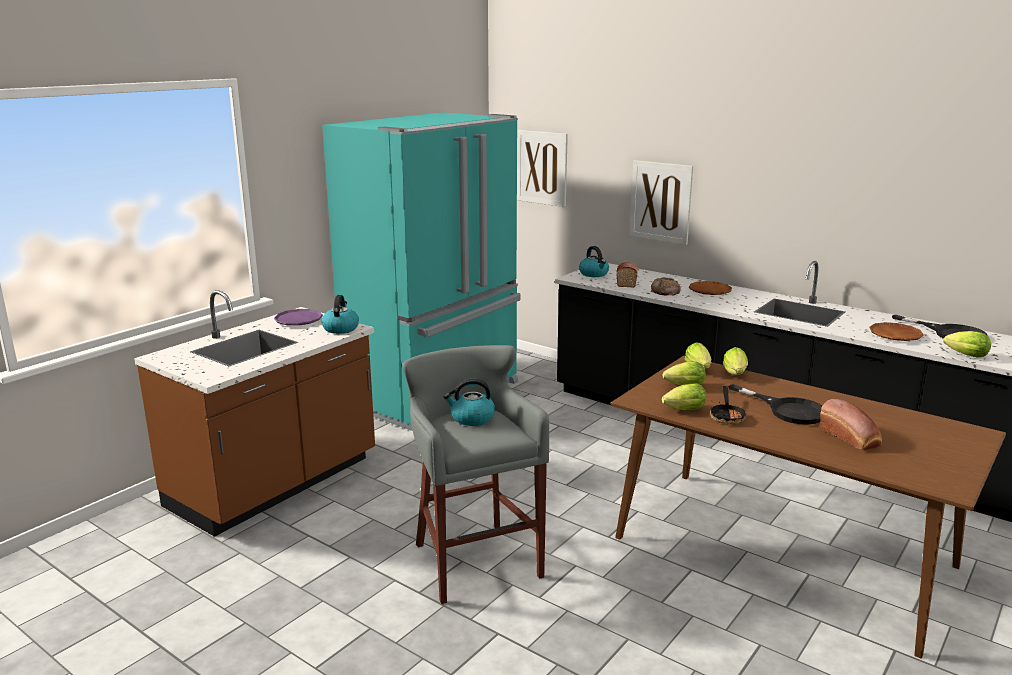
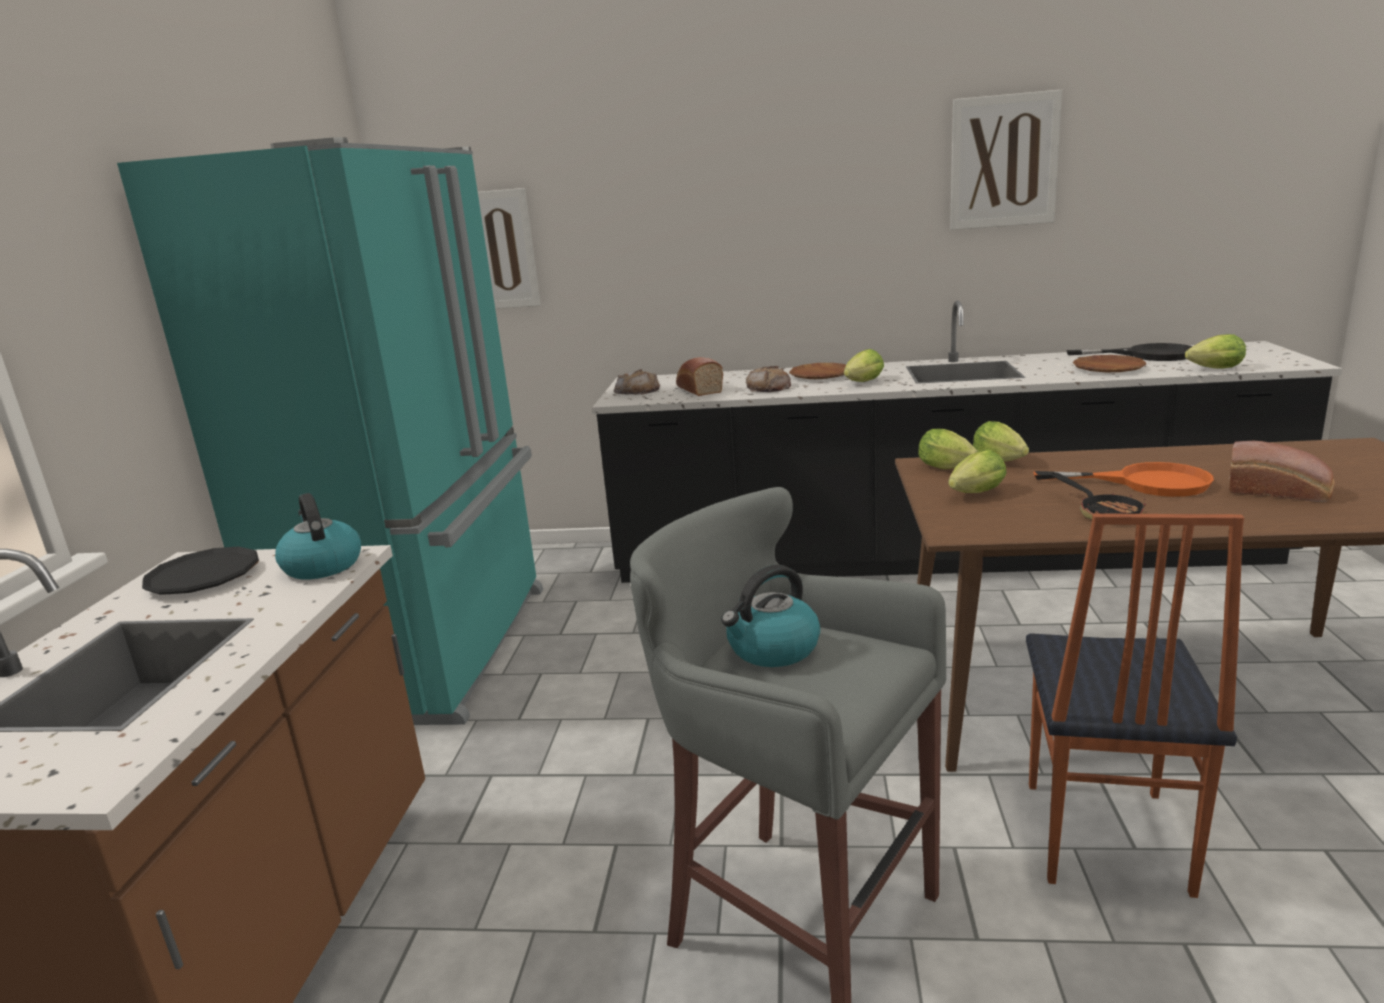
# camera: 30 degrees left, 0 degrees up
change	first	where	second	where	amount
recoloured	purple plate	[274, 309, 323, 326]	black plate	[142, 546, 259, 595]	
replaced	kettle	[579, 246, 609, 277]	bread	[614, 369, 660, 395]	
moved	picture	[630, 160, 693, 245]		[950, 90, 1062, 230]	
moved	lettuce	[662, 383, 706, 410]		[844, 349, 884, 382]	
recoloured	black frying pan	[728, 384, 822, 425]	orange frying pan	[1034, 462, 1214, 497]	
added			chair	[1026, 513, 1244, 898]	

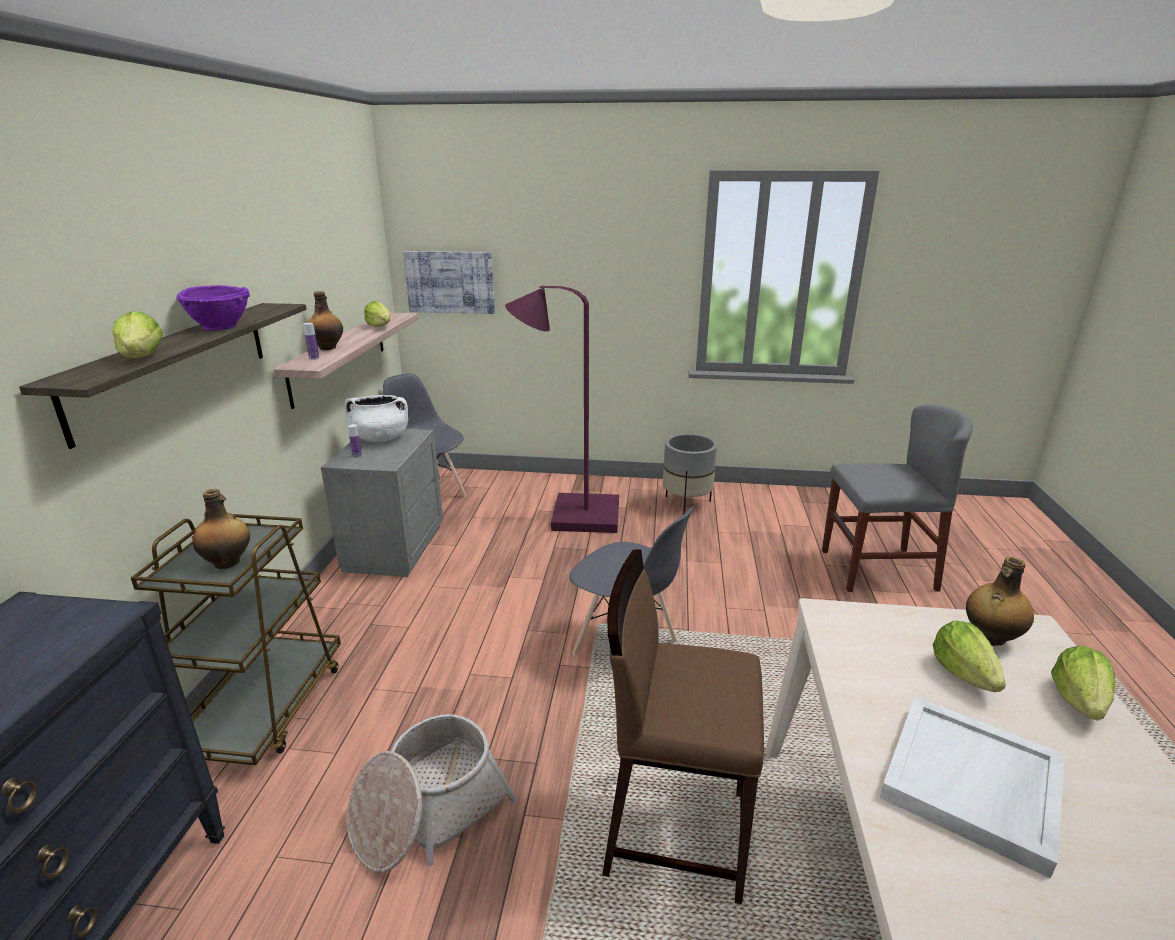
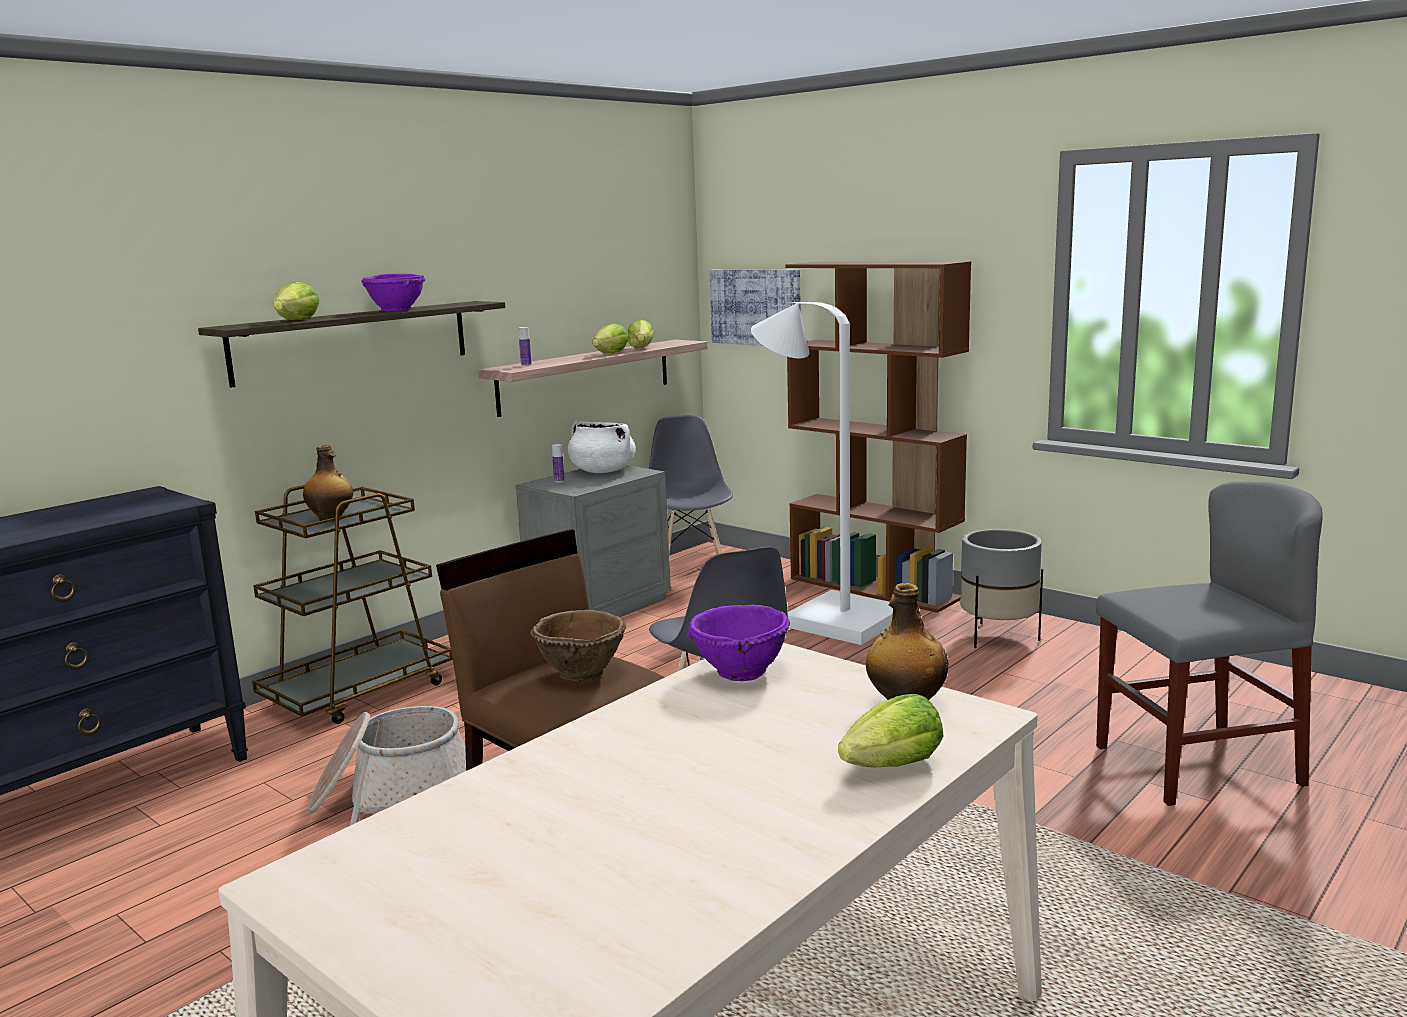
# camera: 35 degrees right, 10 degrees down
change	first	where	second	where	amount
removed	bottle	[307, 291, 343, 350]			
recoloured	purple floor lamp	[505, 286, 619, 533]	white floor lamp	[751, 302, 893, 645]	
turned	grey chair	[822, 404, 973, 592]		[1096, 481, 1323, 806]	45 degrees counterclockwise
removed	white tray	[880, 696, 1065, 879]			
moved	lettuce	[933, 620, 1006, 692]		[593, 323, 628, 353]	
added			brown bowl	[530, 610, 626, 681]	
added			purple bowl	[687, 605, 790, 681]	
added			brown bookcase	[785, 261, 971, 613]	

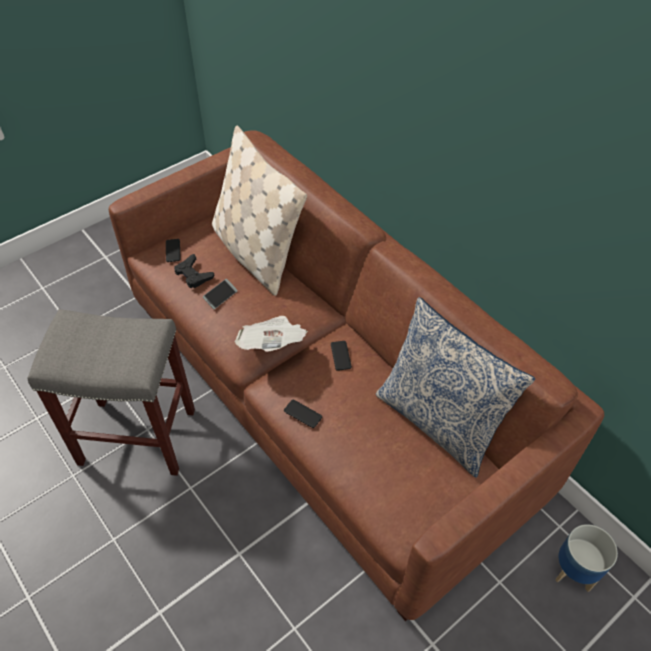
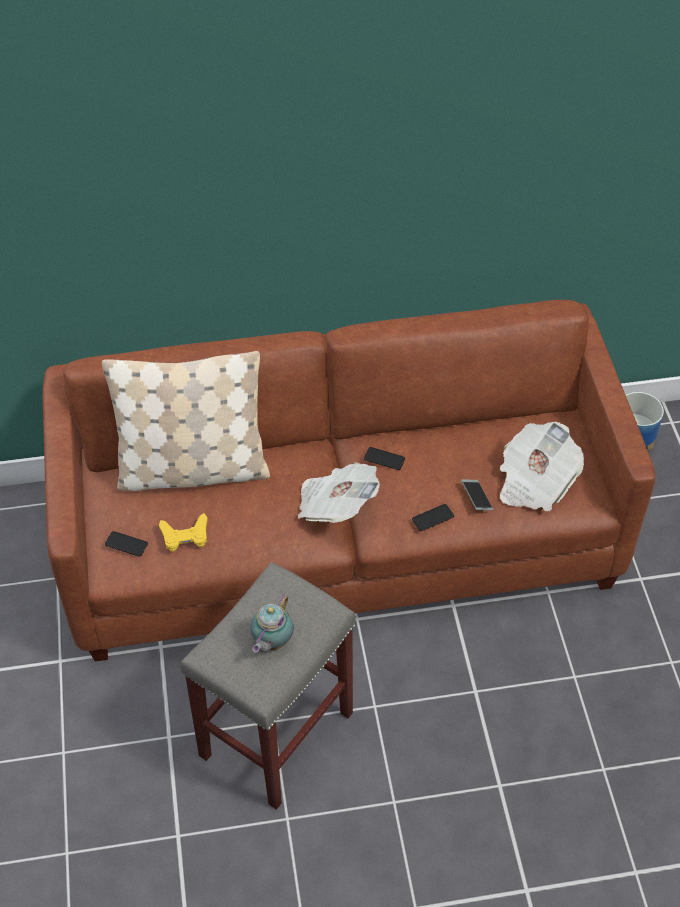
# camera: 60 degrees left, 0 degrees up
change	first	where	second	where	amount
recoloured	black game controller	[174, 254, 215, 288]	yellow game controller	[159, 513, 208, 552]	
moved	phone	[203, 279, 238, 309]		[461, 479, 493, 511]	
removed	pillow	[376, 297, 535, 478]			
added			teapot	[251, 594, 294, 653]	
added			newspaper	[500, 422, 584, 511]	

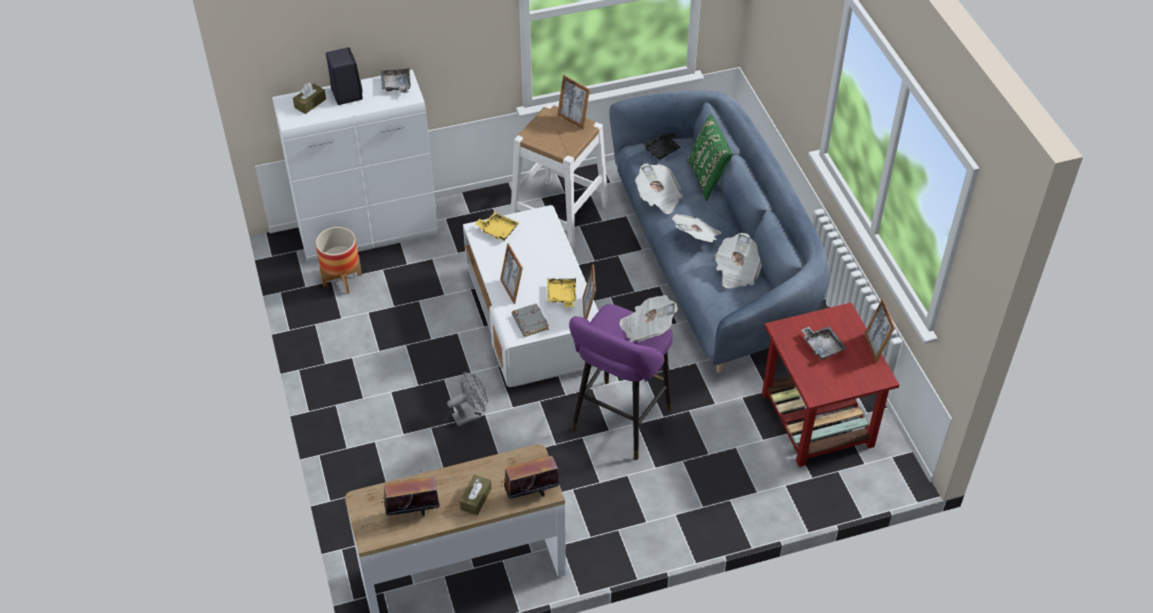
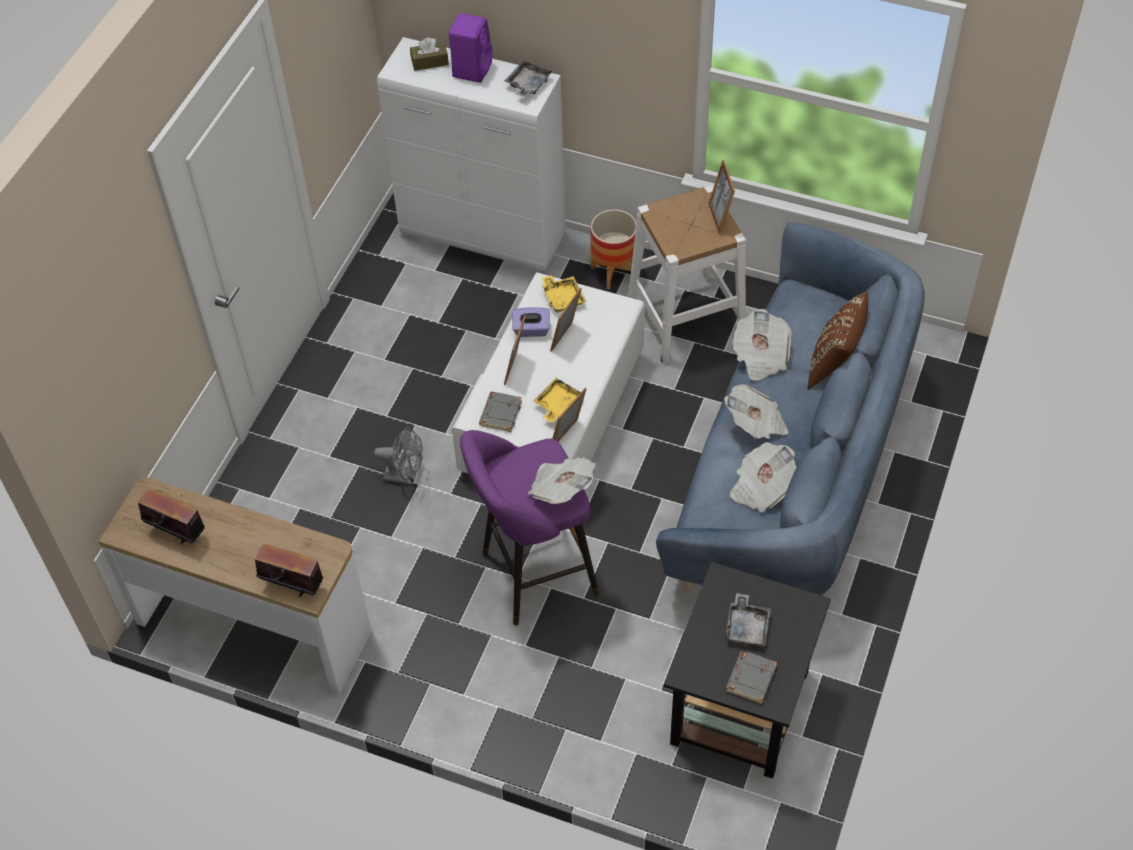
# camera: 40 degrees right, 5 degrees up
change	first	where	second	where	amount
moved	planter	[316, 227, 362, 294]		[590, 209, 636, 289]	
recoloured	black speaker	[326, 47, 363, 105]	purple speaker	[449, 13, 492, 83]	
removed	brown tissue box	[460, 475, 492, 515]			
removed	black tray	[643, 132, 681, 160]			
recoloured	green pillow	[687, 115, 732, 201]	brown pillow	[807, 291, 868, 390]	
recoloured	red side table	[762, 303, 899, 467]	black side table	[664, 562, 831, 778]	
moved	picture frame	[864, 298, 895, 362]		[550, 288, 582, 352]	
added			purple tissue box	[512, 307, 549, 337]	
added			grey book	[726, 650, 777, 704]	

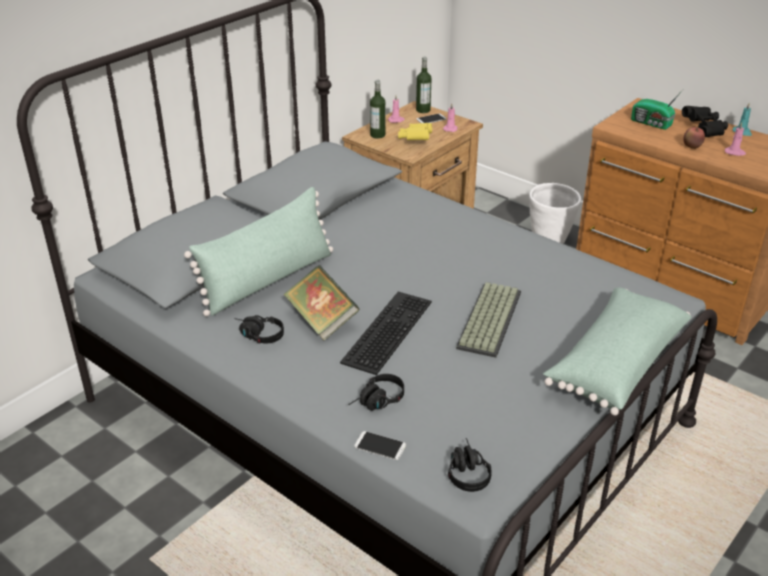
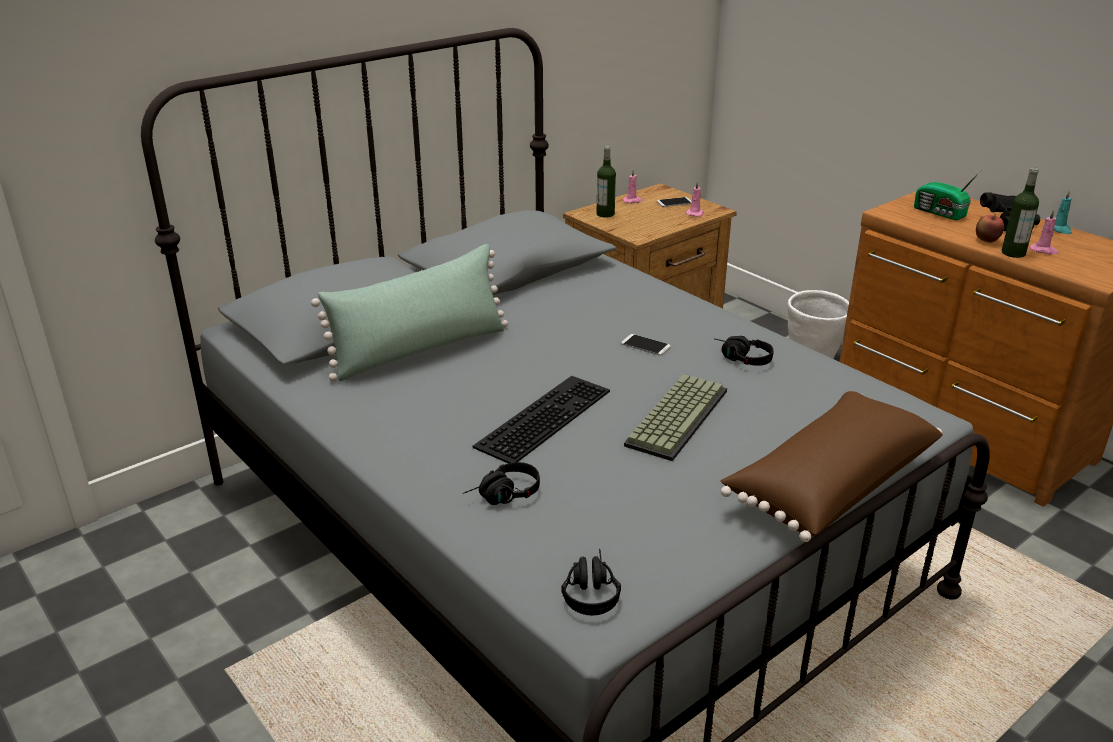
# camera: 10 degrees right, 5 degrees down
change	first	where	second	where	amount
moved	black headphones	[234, 315, 284, 344]		[714, 336, 773, 366]	
removed	book	[284, 265, 360, 341]			
moved	phone	[354, 431, 406, 460]		[621, 334, 671, 356]	
removed	yellow binoculars	[398, 123, 432, 140]			
moved	bottle	[416, 57, 431, 113]		[1001, 167, 1039, 258]	
recoloured	green pillow	[543, 287, 692, 415]	brown pillow	[720, 391, 943, 542]	

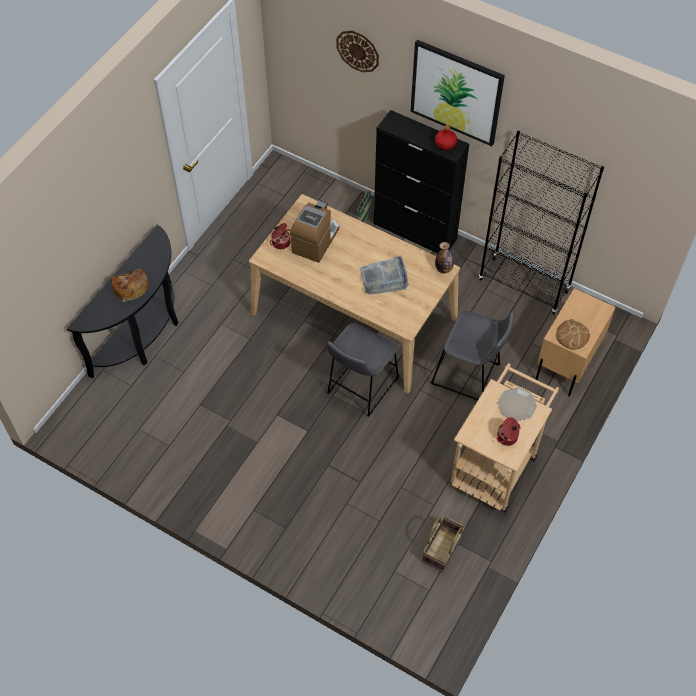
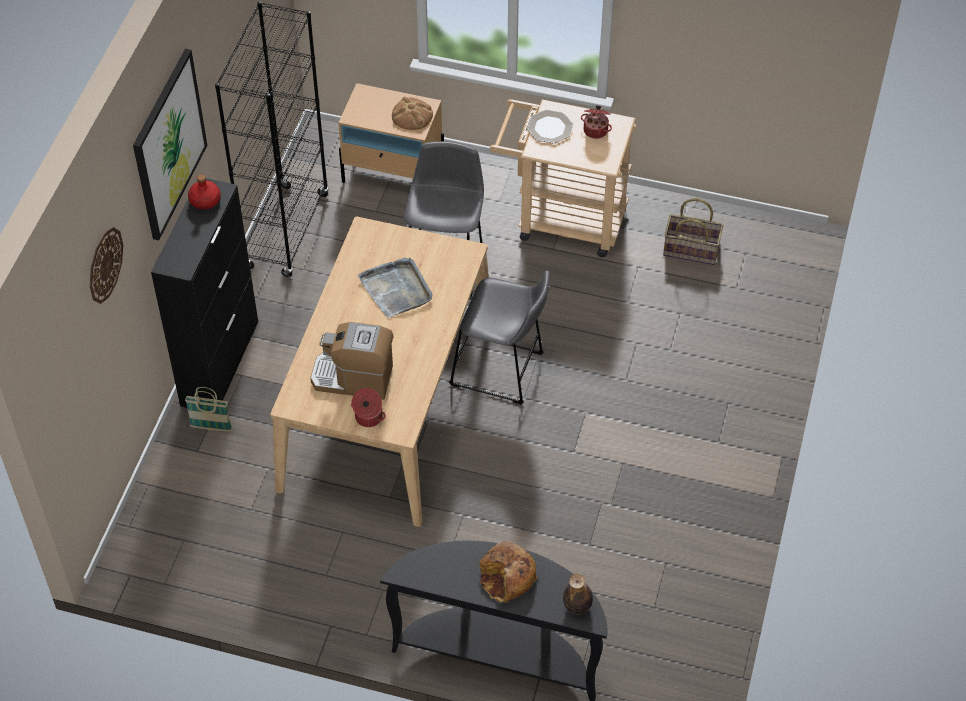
# camera: 105 degrees left, 5 degrees down
change	first	where	second	where	amount
moved	bottle	[435, 242, 454, 274]		[563, 574, 593, 615]	

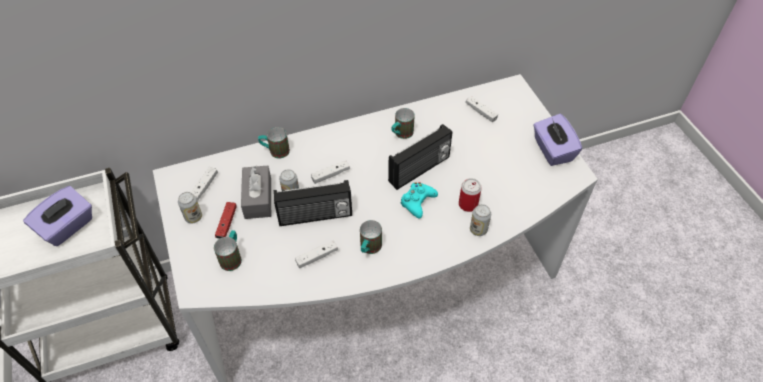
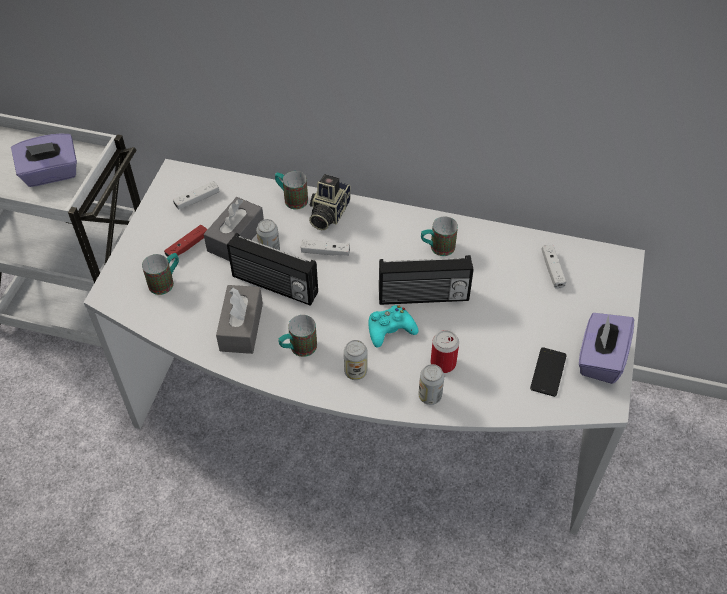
# camera: 35 degrees right, 0 degrees up
change	first	where	second	where	amount
moved	can	[178, 192, 202, 223]		[344, 340, 368, 380]	
replaced	white game controller	[295, 240, 338, 268]	grey tissue box	[216, 285, 263, 354]	
added			photo camera	[309, 174, 351, 230]	
added			phone	[530, 347, 567, 397]	

